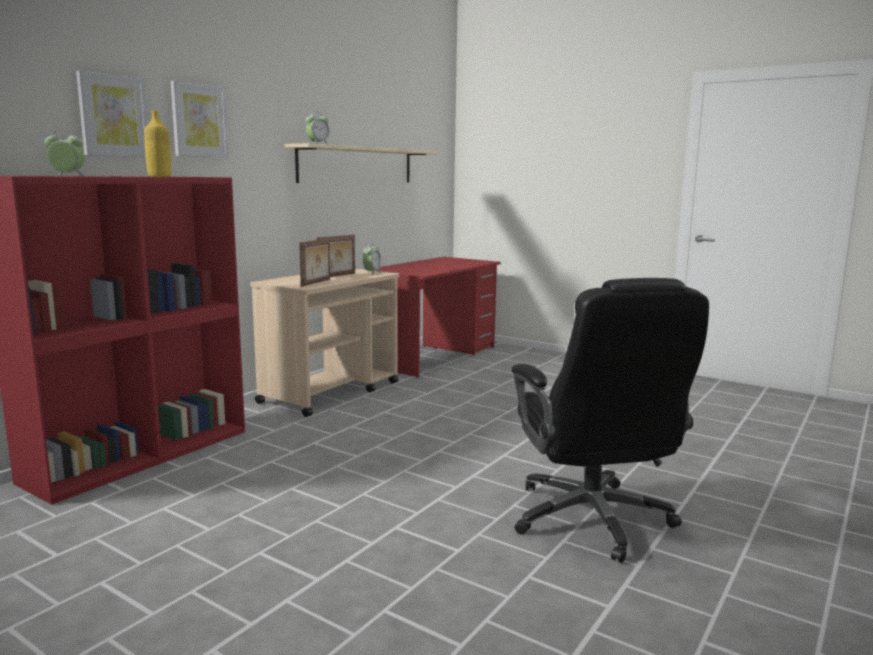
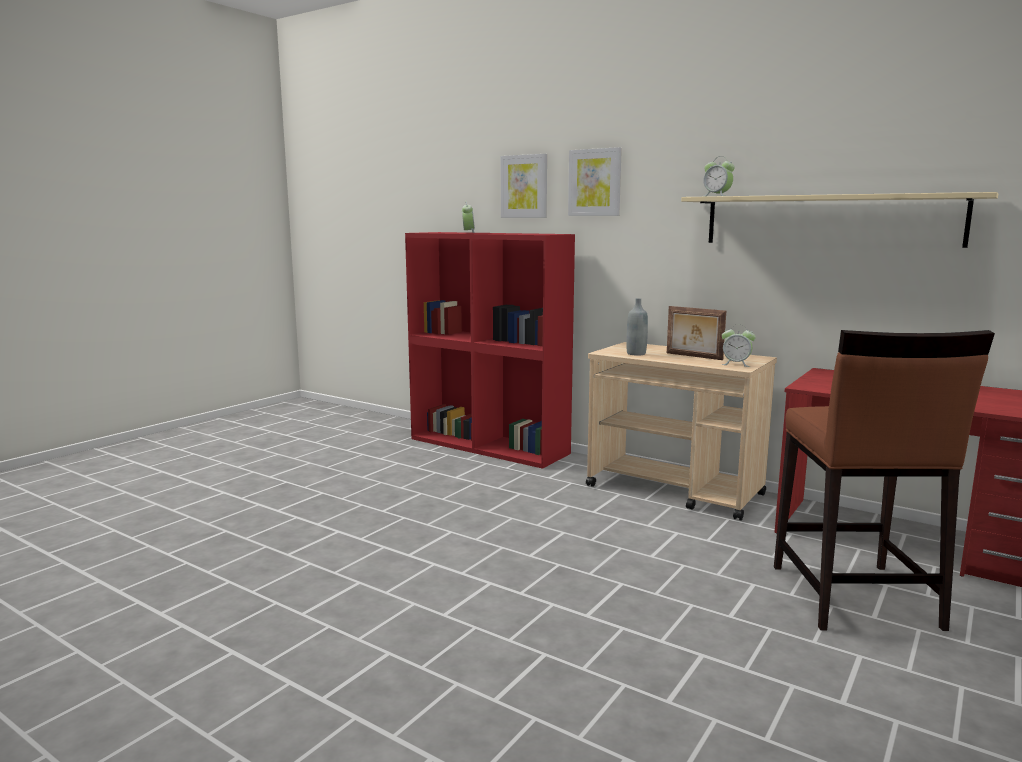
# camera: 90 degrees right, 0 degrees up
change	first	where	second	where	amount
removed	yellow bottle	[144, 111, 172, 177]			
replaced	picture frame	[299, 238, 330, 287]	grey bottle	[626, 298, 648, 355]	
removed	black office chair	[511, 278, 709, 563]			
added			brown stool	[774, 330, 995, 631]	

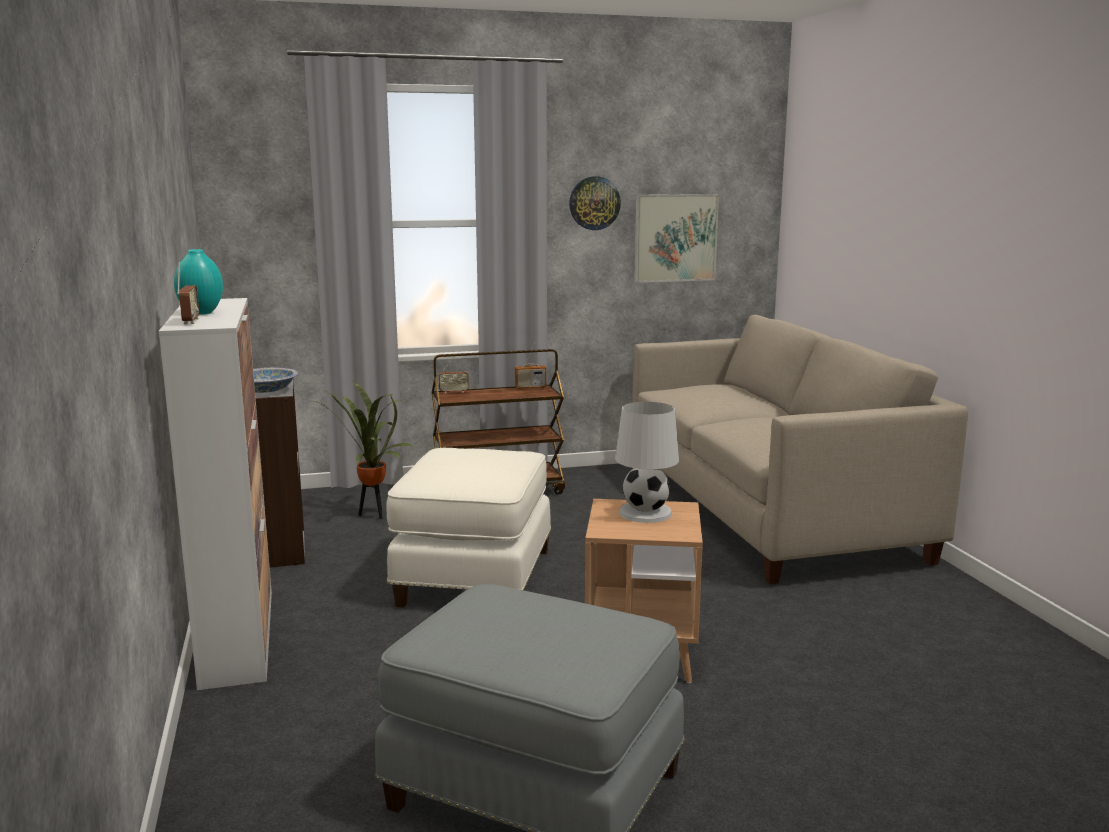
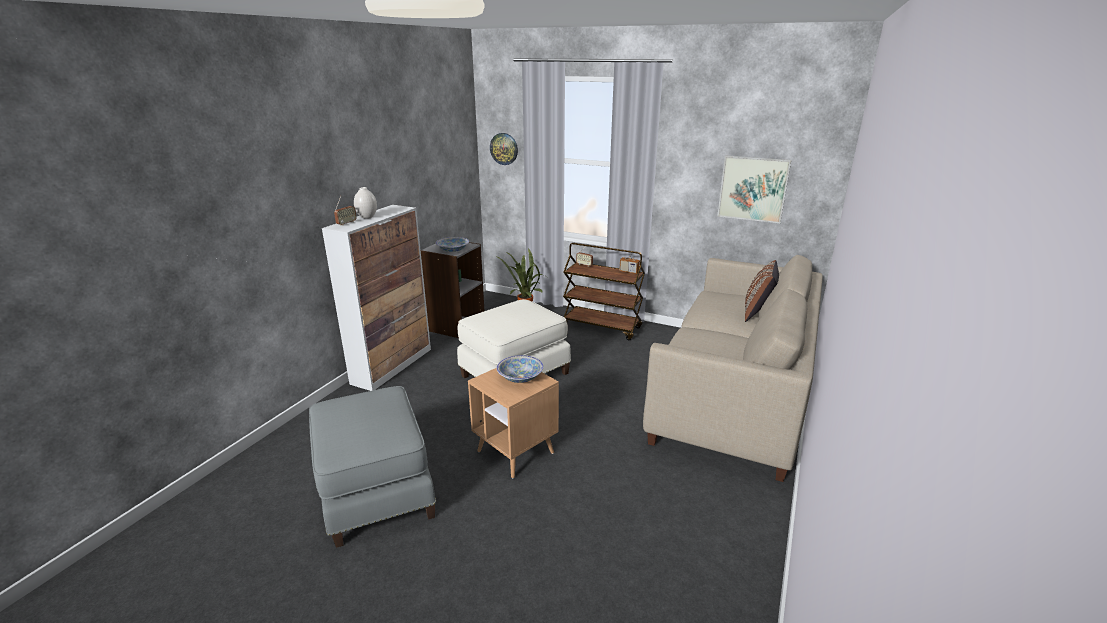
# camera: 40 degrees right, 10 degrees up
change	first	where	second	where	amount
recoloured	turquoise vase	[174, 249, 223, 315]	white vase	[354, 187, 377, 219]	
moved	wall clock	[569, 176, 621, 230]		[490, 133, 518, 165]	
replaced	white table lamp	[615, 402, 679, 523]	bowl	[497, 355, 544, 383]	
added			brown pillow	[745, 260, 779, 322]	

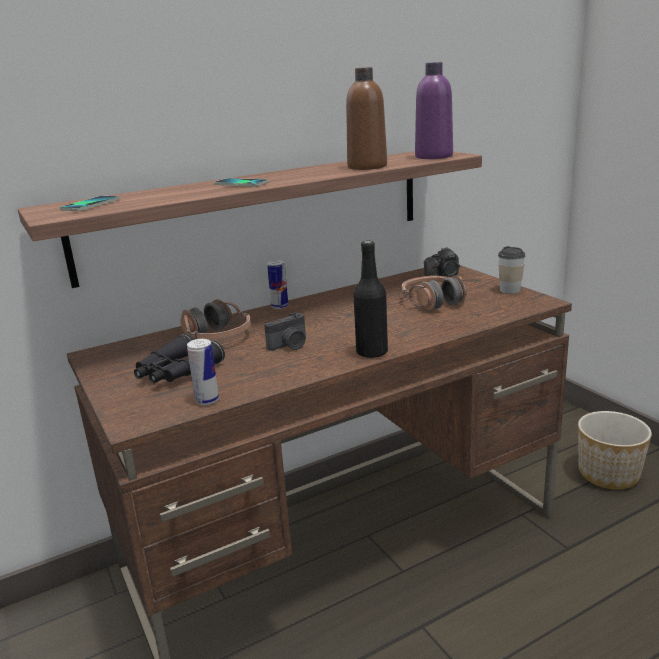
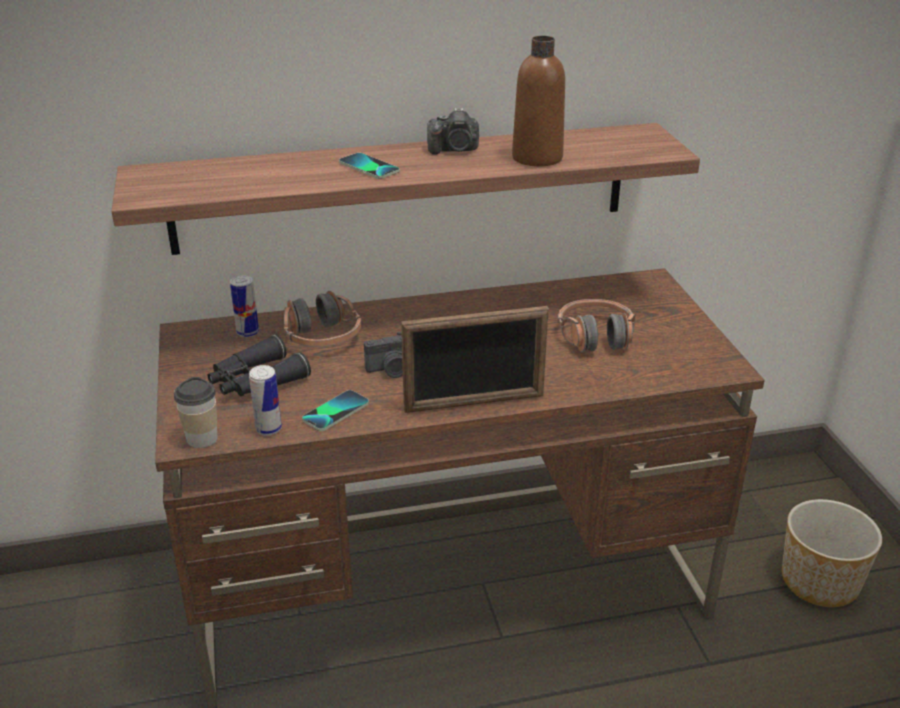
# camera: 15 degrees right, 10 degrees up
change	first	where	second	where	amount
moved	phone	[60, 196, 119, 211]		[302, 390, 369, 431]	
moved	can	[267, 260, 289, 309]		[230, 276, 259, 337]	
replaced	black bottle	[353, 241, 388, 358]	picture frame	[401, 306, 549, 413]	
removed	purple bottle	[415, 62, 453, 159]			
moved	photo camera	[424, 247, 460, 277]		[427, 108, 479, 155]	
moved	cup	[498, 246, 525, 294]		[174, 377, 218, 448]	

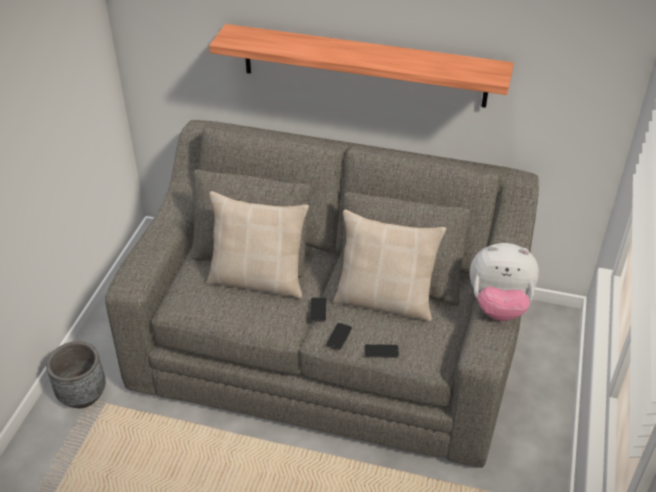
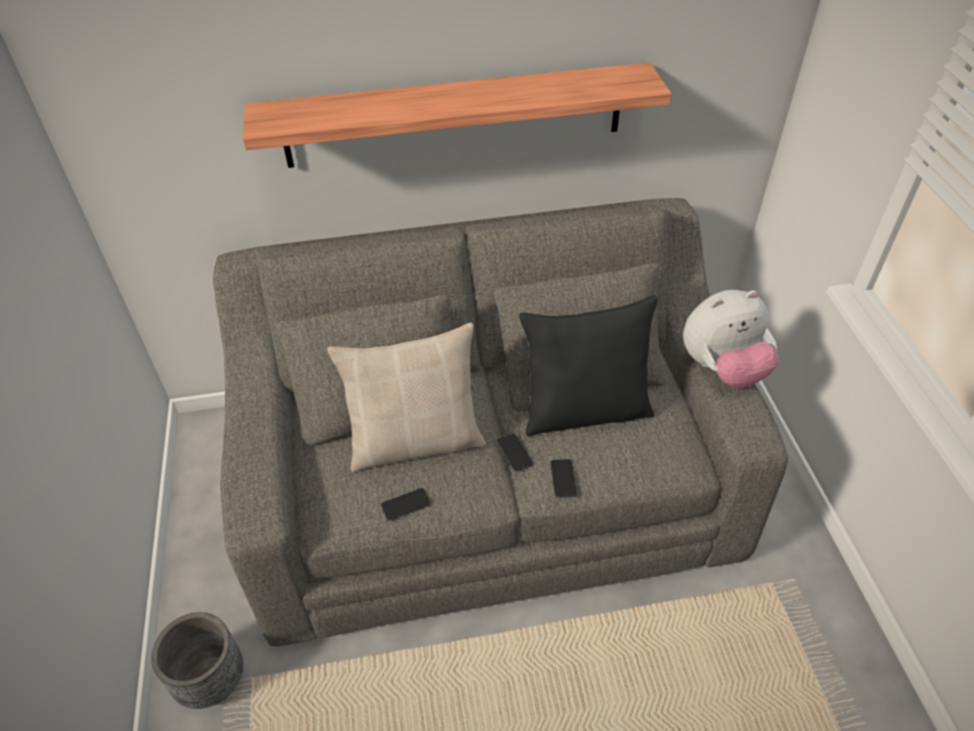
# camera: 25 degrees left, 5 degrees up
change	first	where	second	where	amount
recoloured	beige pillow	[333, 209, 446, 322]	black pillow	[519, 295, 658, 436]	
moved	phone	[365, 344, 399, 358]		[381, 488, 430, 521]	

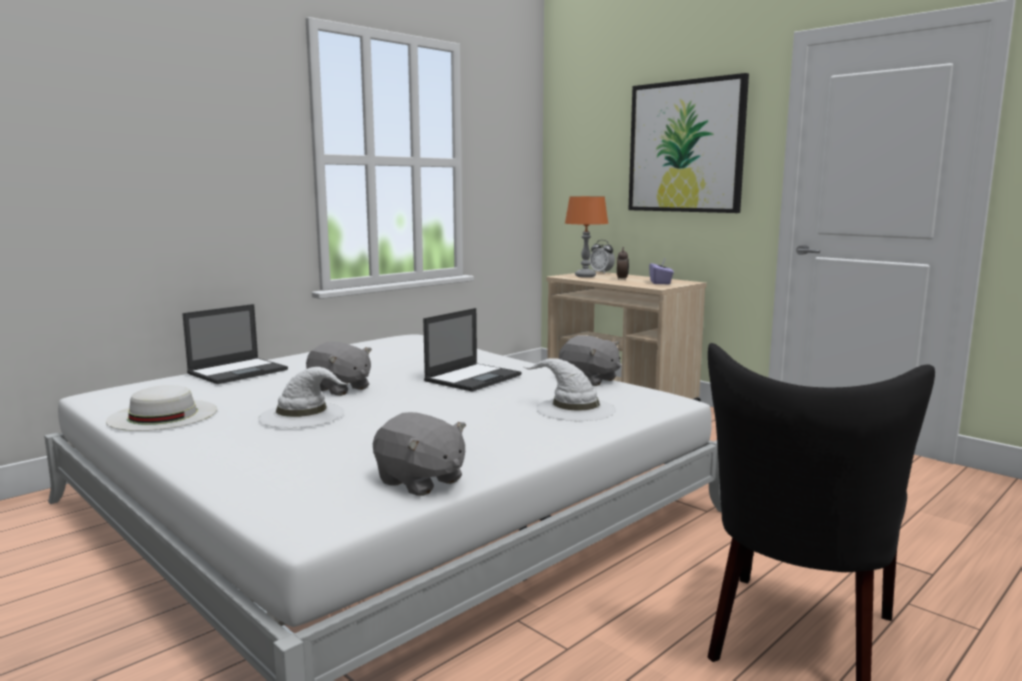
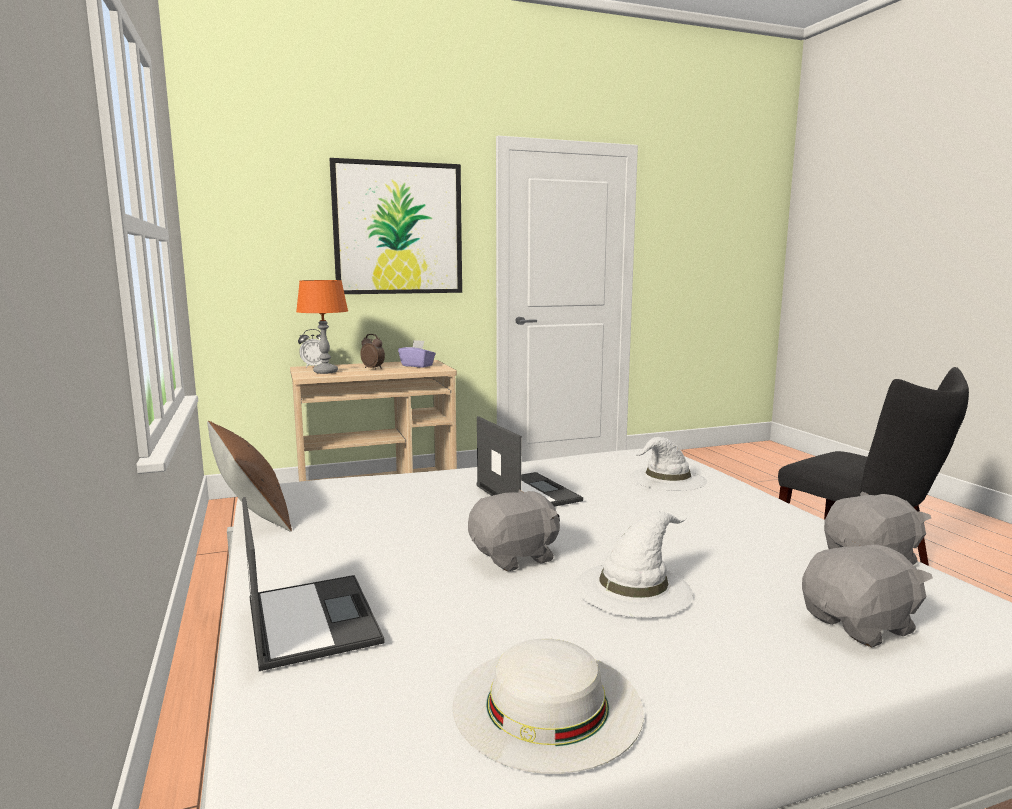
# camera: 65 degrees left, 0 degrees up
change	first	where	second	where	amount
moved	grey plush toy	[559, 335, 621, 386]		[802, 540, 933, 647]	
added			brown pillow	[207, 421, 292, 532]	

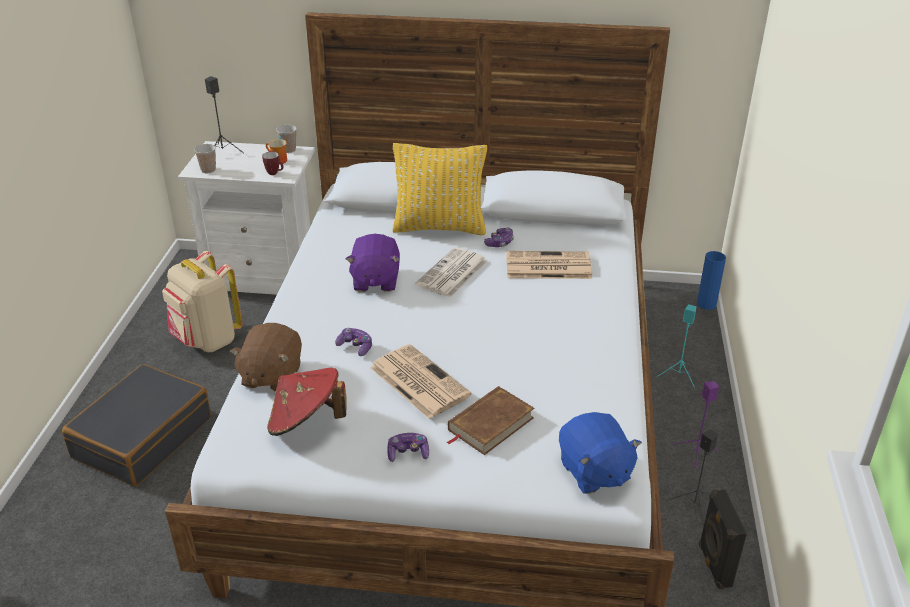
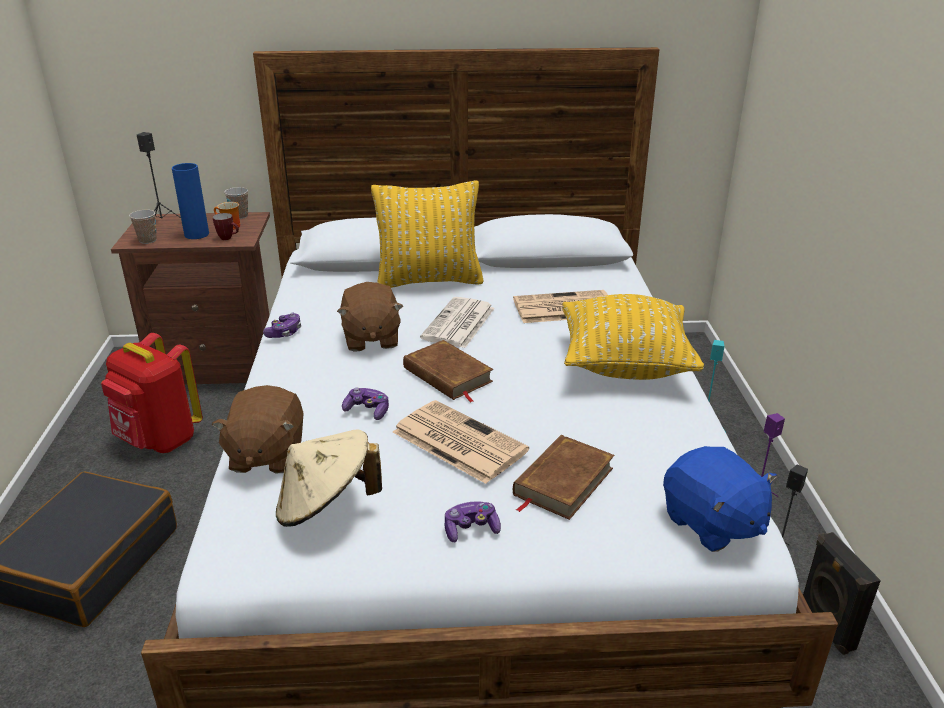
# camera: 10 degrees left, 5 degrees down
change	first	where	second	where	amount
recoloured	beige backpack	[162, 251, 243, 352]	red backpack	[101, 333, 203, 453]	
recoloured	white nightstand	[178, 141, 315, 295]	brown nightstand	[111, 212, 270, 385]	
recoloured	red hat	[267, 368, 346, 436]	beige hat	[276, 430, 382, 527]	
recoloured	purple plush toy	[346, 234, 400, 292]	brown plush toy	[337, 282, 403, 352]	
moved	game controller	[484, 227, 514, 247]		[263, 313, 301, 338]	
moved	blue vase	[697, 251, 726, 310]		[172, 163, 209, 239]	
added			brown book	[403, 340, 493, 402]	
added			yellow pillow	[562, 294, 704, 380]	

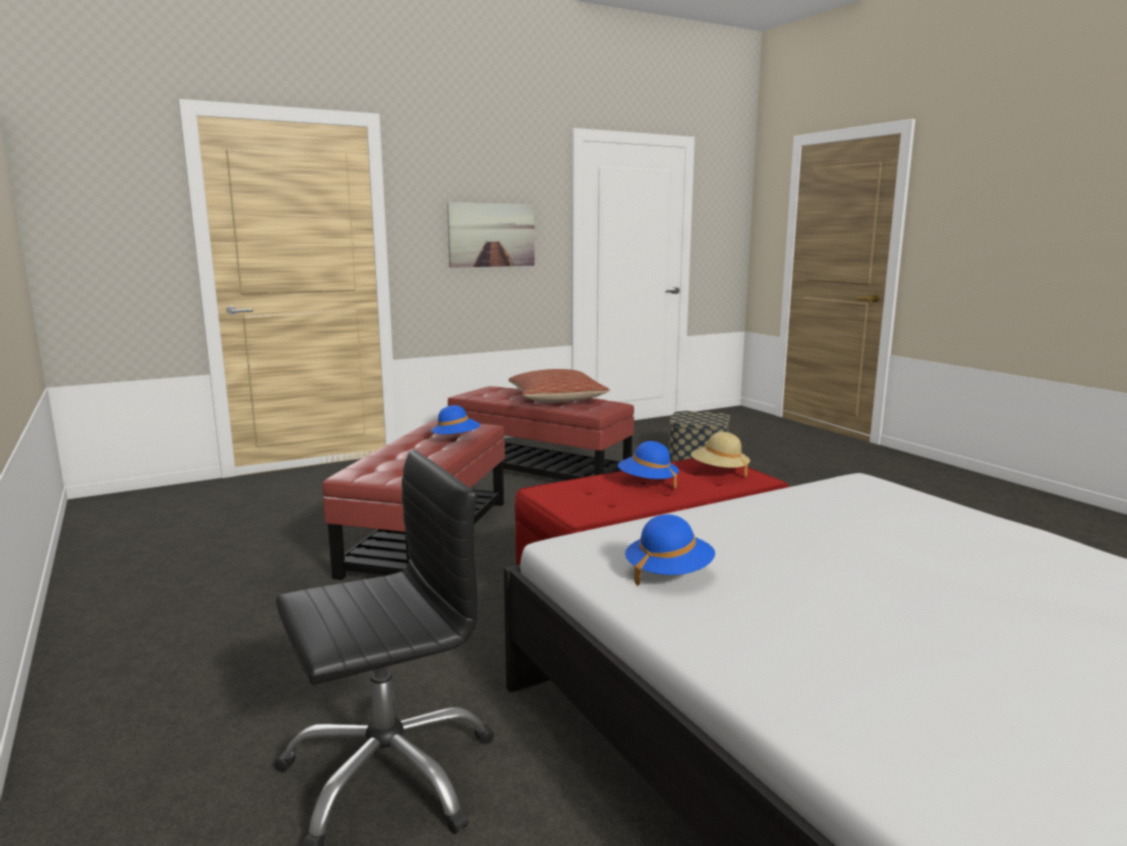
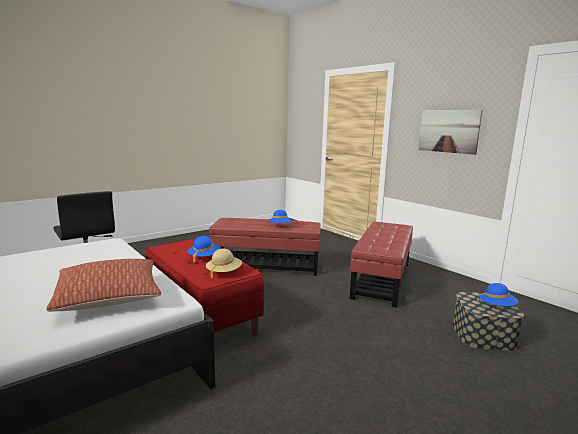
# camera: 80 degrees right, 0 degrees up
change	first	where	second	where	amount
moved	pillow	[508, 369, 610, 402]		[46, 259, 161, 312]	
moved	blue hat	[625, 514, 715, 586]		[479, 283, 518, 306]	

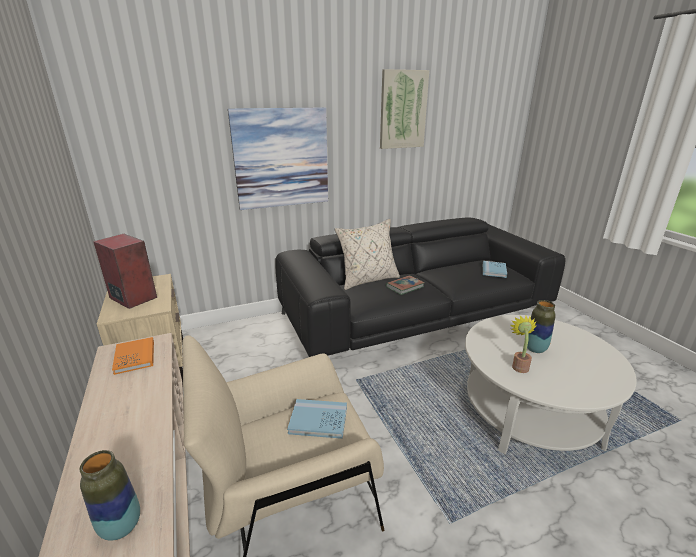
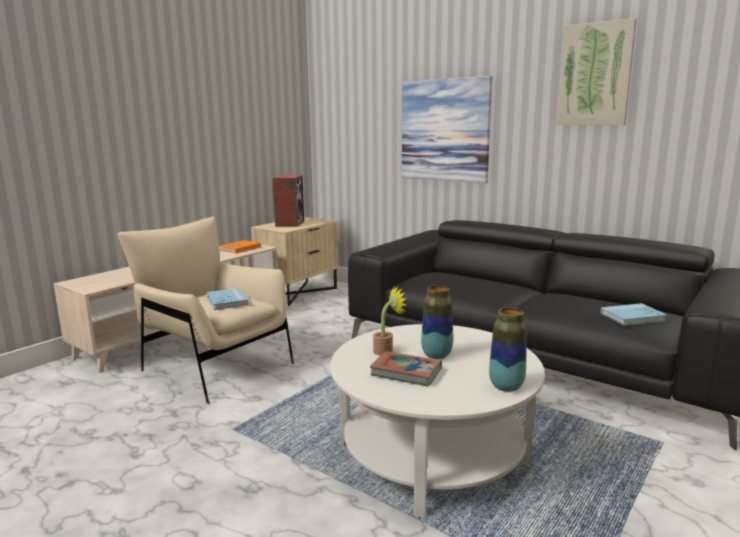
# camera: 60 degrees right, 10 degrees down
change	first	where	second	where	amount
moved	vase	[80, 450, 140, 541]		[489, 307, 527, 392]	
removed	beige pillow	[335, 219, 400, 290]			
moved	book	[386, 275, 425, 295]		[370, 351, 442, 387]	

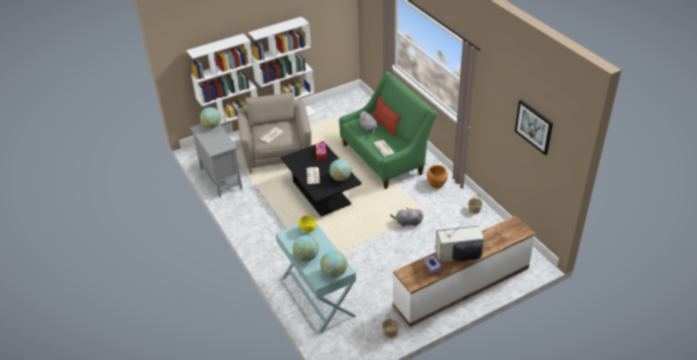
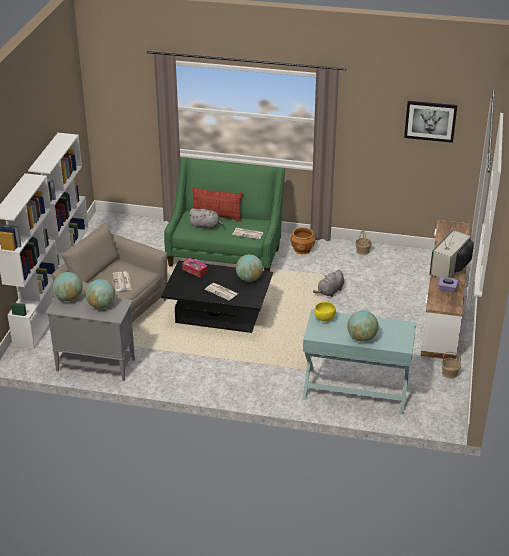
# camera: 50 degrees left, 5 degrees down
change	first	where	second	where	amount
moved	globe	[320, 251, 347, 278]		[85, 279, 115, 309]	

